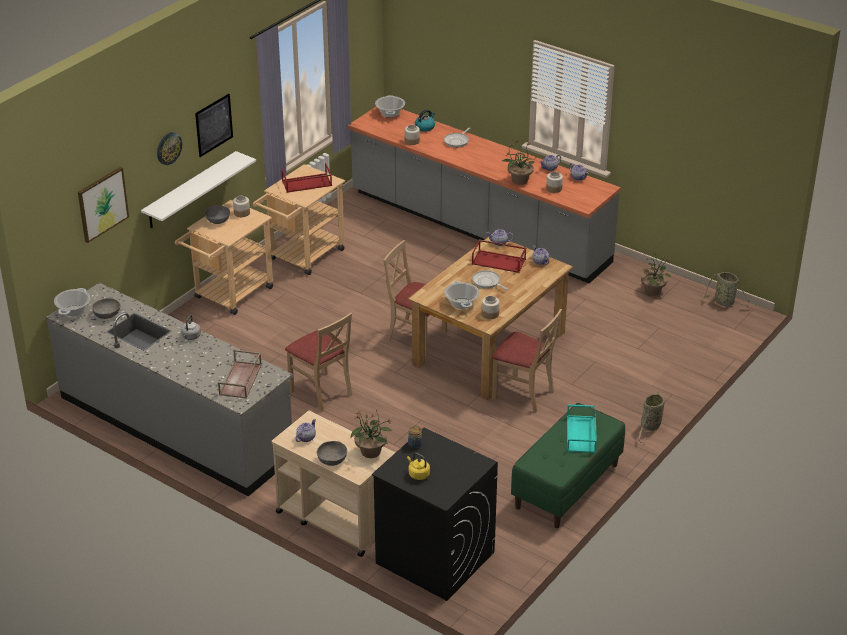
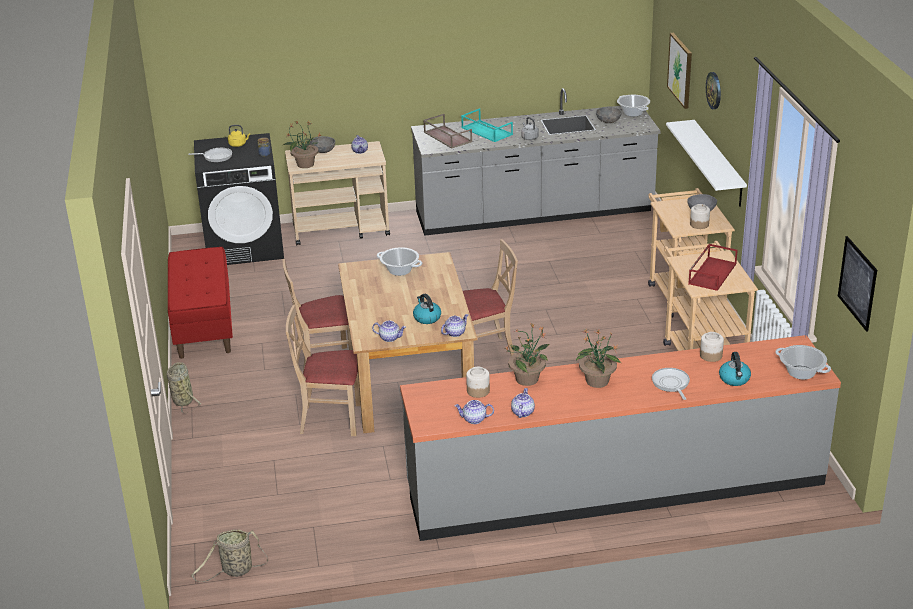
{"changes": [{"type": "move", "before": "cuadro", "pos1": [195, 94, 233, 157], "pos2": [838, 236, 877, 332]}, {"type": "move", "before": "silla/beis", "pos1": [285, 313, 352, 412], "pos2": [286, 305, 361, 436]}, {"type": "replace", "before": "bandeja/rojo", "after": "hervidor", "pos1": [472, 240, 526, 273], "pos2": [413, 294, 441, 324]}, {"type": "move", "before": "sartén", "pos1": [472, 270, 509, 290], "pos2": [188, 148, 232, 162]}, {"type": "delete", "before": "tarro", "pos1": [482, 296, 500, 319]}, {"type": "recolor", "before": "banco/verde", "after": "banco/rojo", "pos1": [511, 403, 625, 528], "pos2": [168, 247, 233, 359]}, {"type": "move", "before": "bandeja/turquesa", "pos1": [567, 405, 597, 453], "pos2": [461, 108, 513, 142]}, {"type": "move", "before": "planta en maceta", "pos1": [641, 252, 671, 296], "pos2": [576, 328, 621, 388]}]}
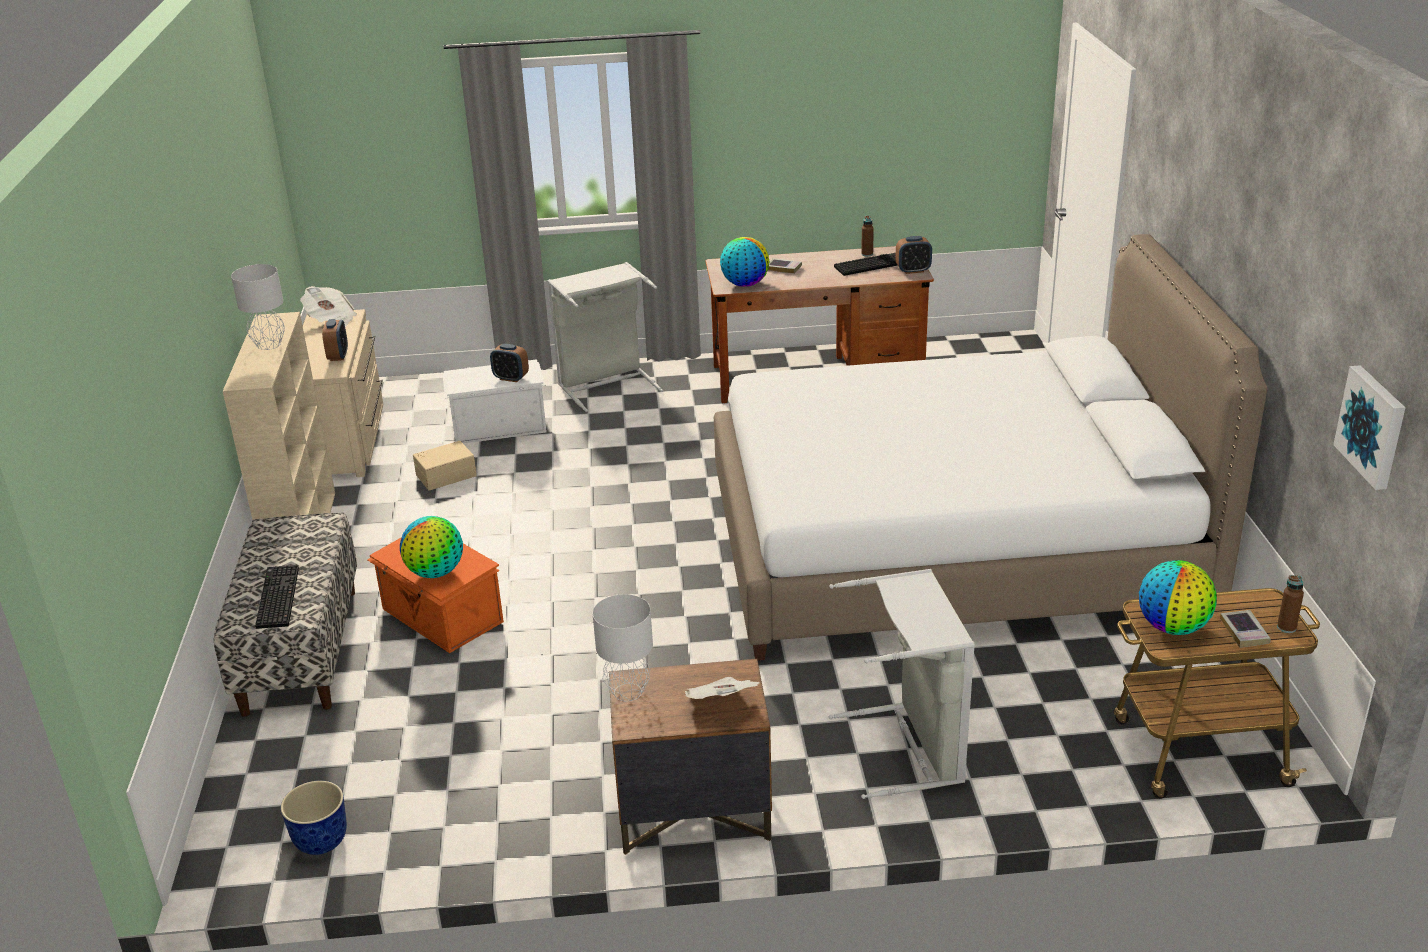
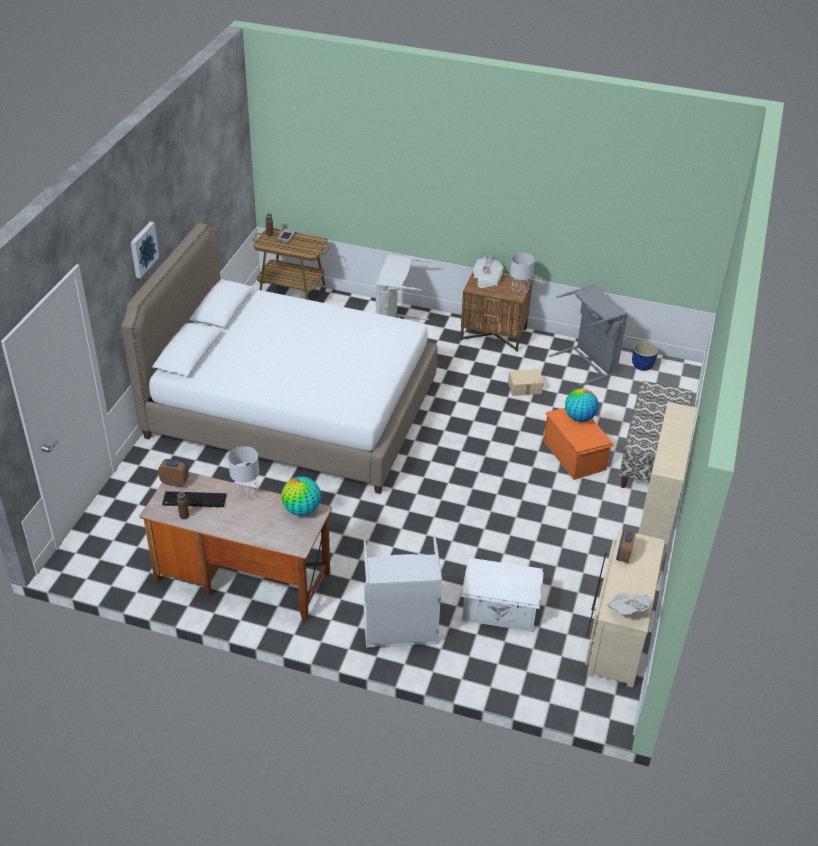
{"changes": [{"type": "move", "before": "lámpara de mesa/gris", "pos1": [231, 264, 285, 350], "pos2": [228, 446, 259, 499]}, {"type": "delete", "before": "teclado", "pos1": [255, 565, 299, 629]}, {"type": "move", "before": "caja de almacenaje/beis", "pos1": [413, 441, 477, 490], "pos2": [508, 369, 544, 396]}, {"type": "delete", "before": "despertador", "pos1": [490, 344, 529, 382]}, {"type": "delete", "before": "libro", "pos1": [768, 258, 802, 274]}, {"type": "delete", "before": "globo terráqueo", "pos1": [1139, 560, 1217, 635]}, {"type": "move", "before": "cuadro", "pos1": [1333, 365, 1405, 490], "pos2": [131, 222, 159, 278]}, {"type": "insert", "after": "cesto de la ropa/gris", "pos2": [549, 284, 628, 386]}]}
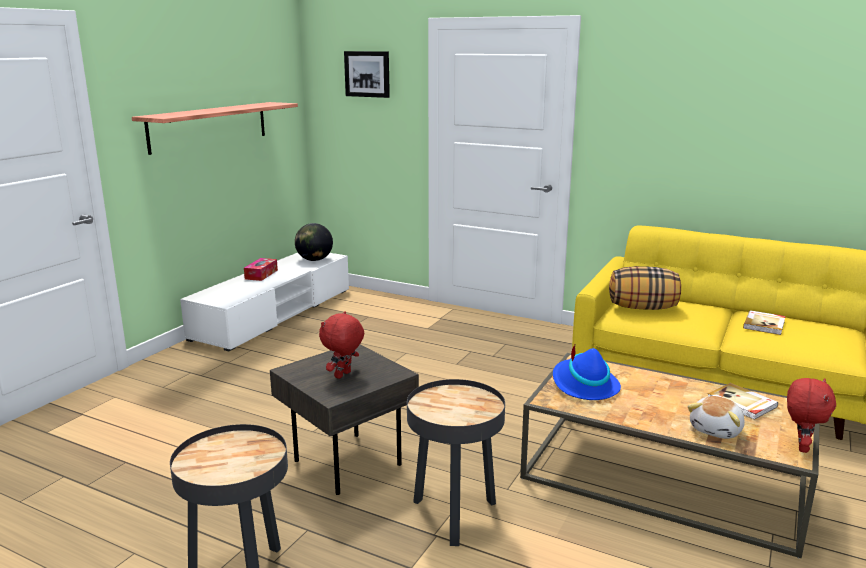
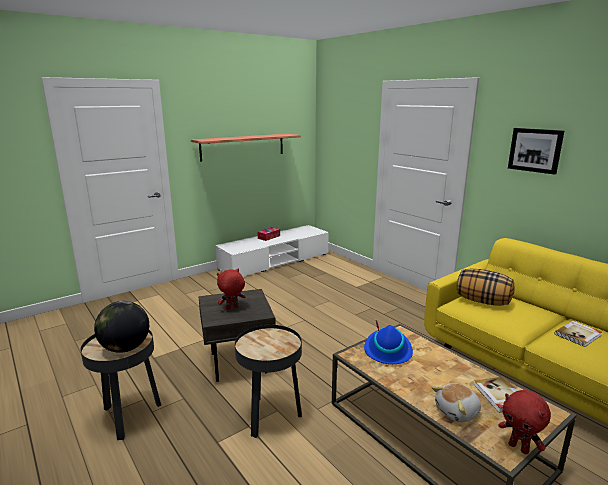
{"changes": [{"type": "move", "before": "globo terráqueo", "pos1": [295, 223, 333, 261], "pos2": [94, 301, 149, 353]}, {"type": "move", "before": "cuadro", "pos1": [344, 51, 390, 98], "pos2": [508, 128, 564, 175]}, {"type": "rotate", "before": "peluche/rojo", "pos1": [787, 378, 836, 453], "pos2": [498, 390, 551, 455], "turn": 90}]}
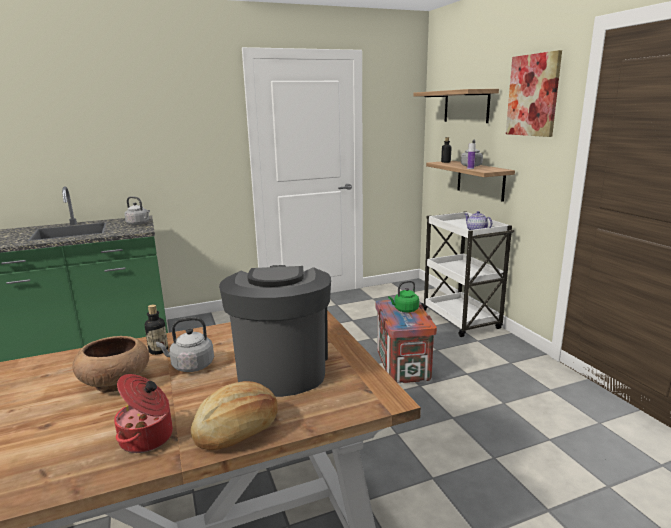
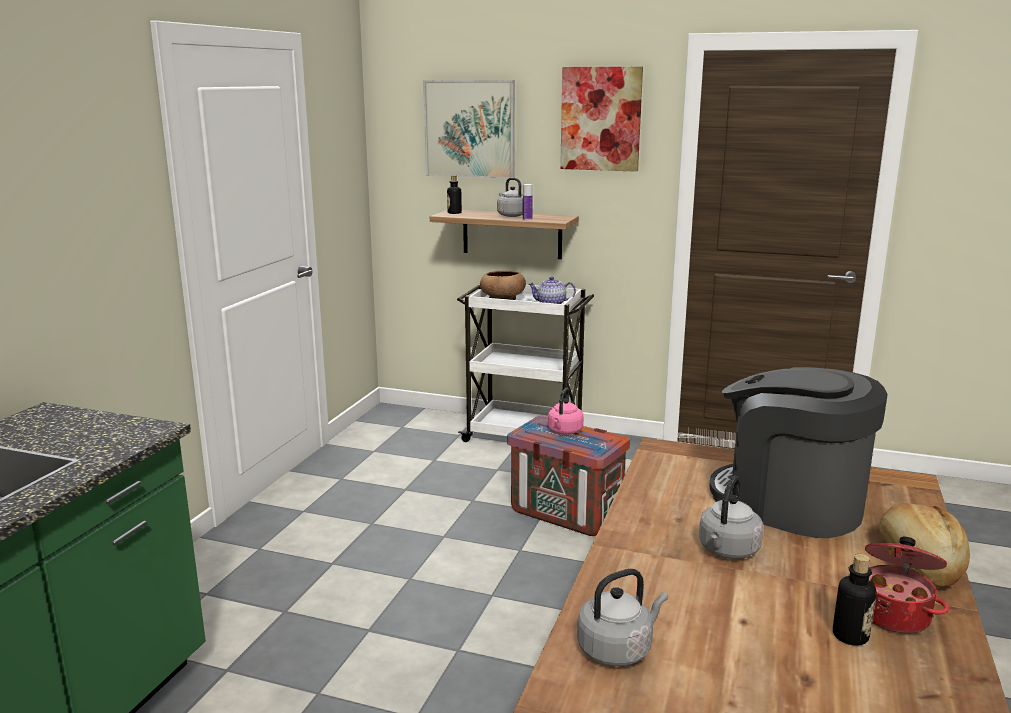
{"changes": [{"type": "move", "before": "cuenco/marrón", "pos1": [72, 336, 149, 392], "pos2": [480, 271, 526, 300]}, {"type": "move", "before": "hervidor/gris", "pos1": [124, 196, 150, 225], "pos2": [577, 569, 668, 666]}, {"type": "move", "before": "botella", "pos1": [145, 304, 168, 355], "pos2": [833, 554, 877, 646]}, {"type": "recolor", "before": "hervidor/verde", "after": "hervidor/rosa", "pos1": [388, 281, 419, 312], "pos2": [548, 388, 584, 435]}, {"type": "replace", "before": "estante", "after": "cuadro", "pos1": [413, 89, 499, 123], "pos2": [423, 80, 515, 179]}]}
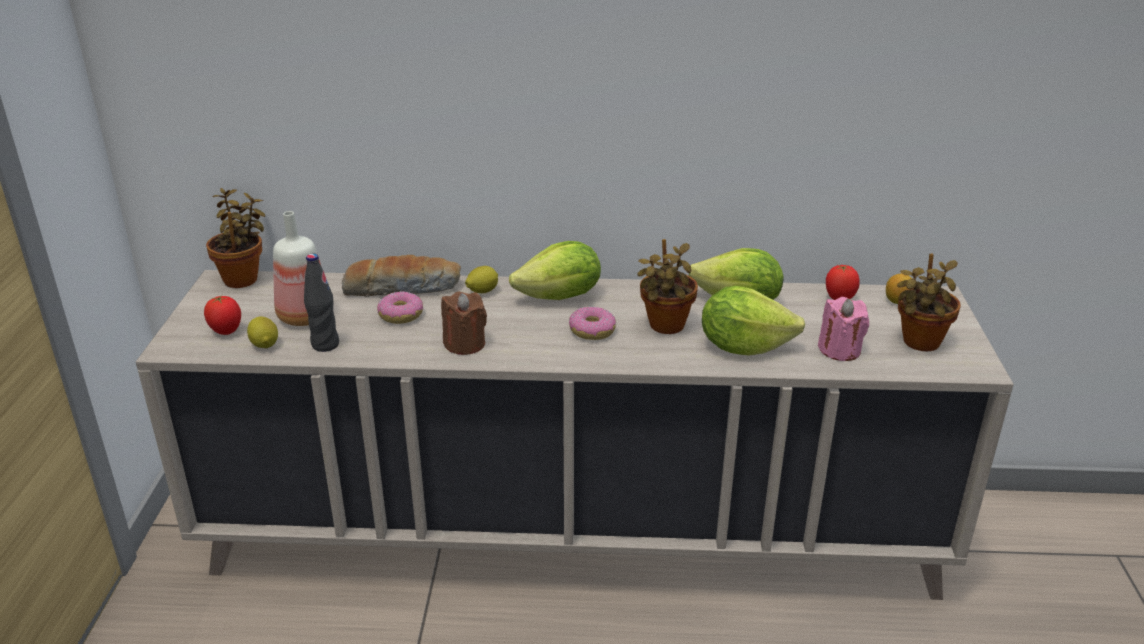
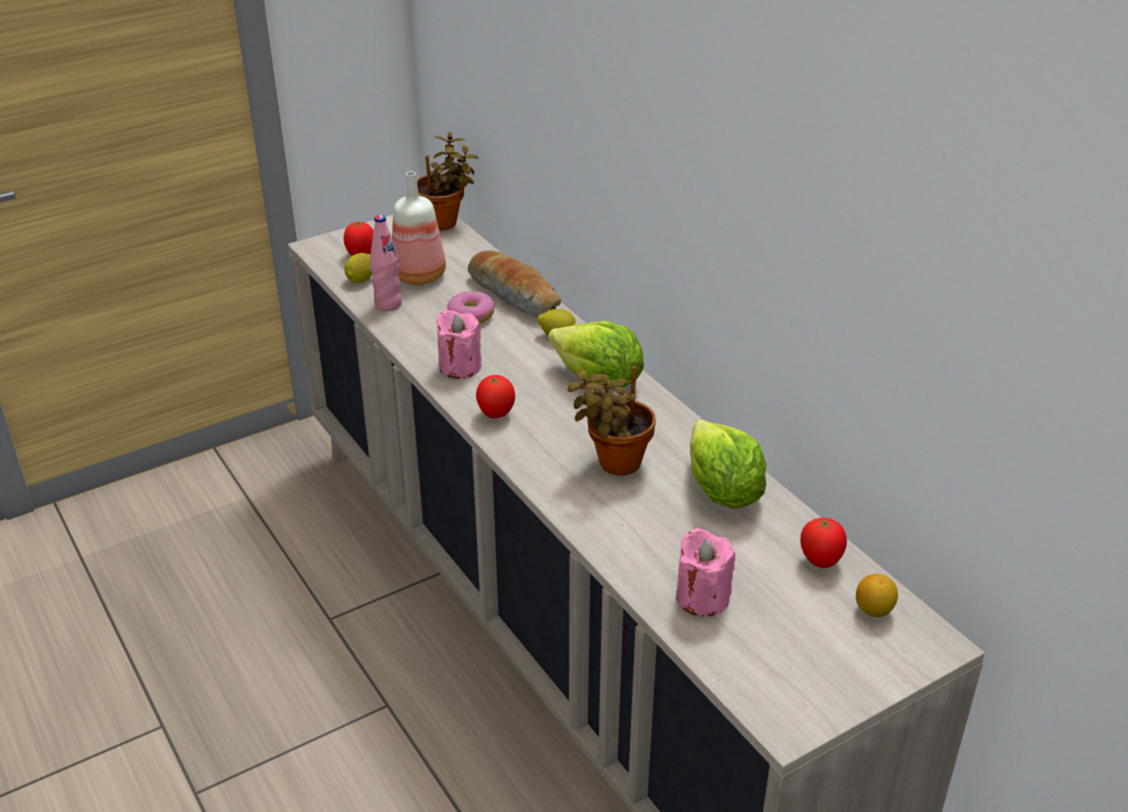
{"changes": [{"type": "recolor", "before": "botella/negro", "after": "botella/rosa", "pos1": [304, 254, 339, 352], "pos2": [370, 215, 402, 311]}, {"type": "recolor", "before": "vela/marrón", "after": "vela/rosa", "pos1": [441, 292, 487, 355], "pos2": [436, 310, 482, 379]}, {"type": "delete", "before": "rosquilla", "pos1": [569, 307, 616, 340]}, {"type": "delete", "before": "lechuga", "pos1": [702, 286, 805, 356]}, {"type": "delete", "before": "planta en maceta", "pos1": [897, 253, 961, 351]}, {"type": "insert", "after": "tomate", "pos2": [476, 375, 515, 418]}]}
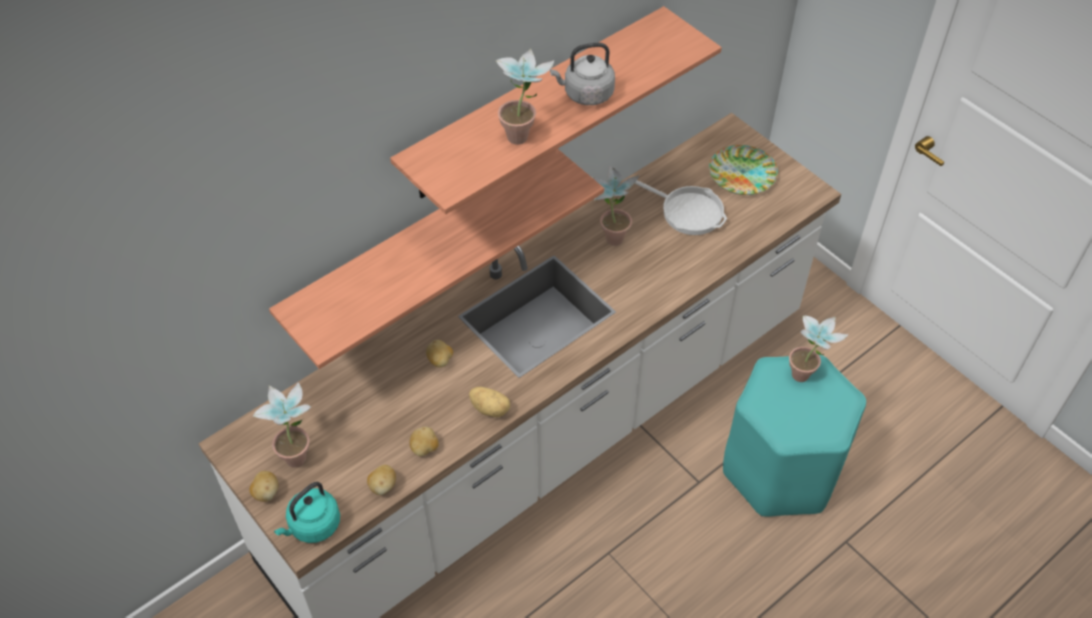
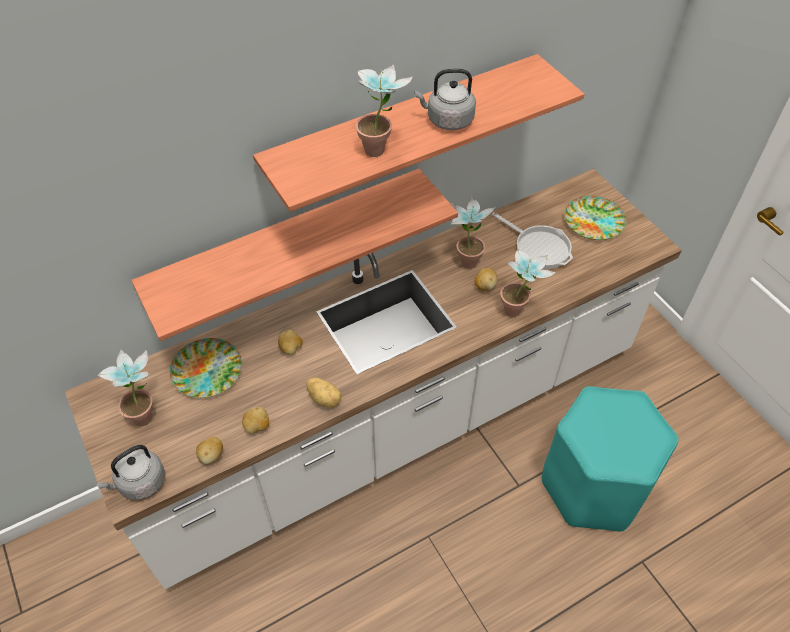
{"changes": [{"type": "move", "before": "patata", "pos1": [249, 471, 279, 502], "pos2": [475, 268, 498, 291]}, {"type": "recolor", "before": "hervidor/turquesa", "after": "hervidor/gris", "pos1": [274, 482, 340, 543], "pos2": [96, 445, 165, 500]}, {"type": "move", "before": "planta en maceta", "pos1": [789, 316, 848, 382], "pos2": [500, 250, 556, 317]}, {"type": "insert", "after": "plato", "pos2": [169, 338, 242, 398]}]}
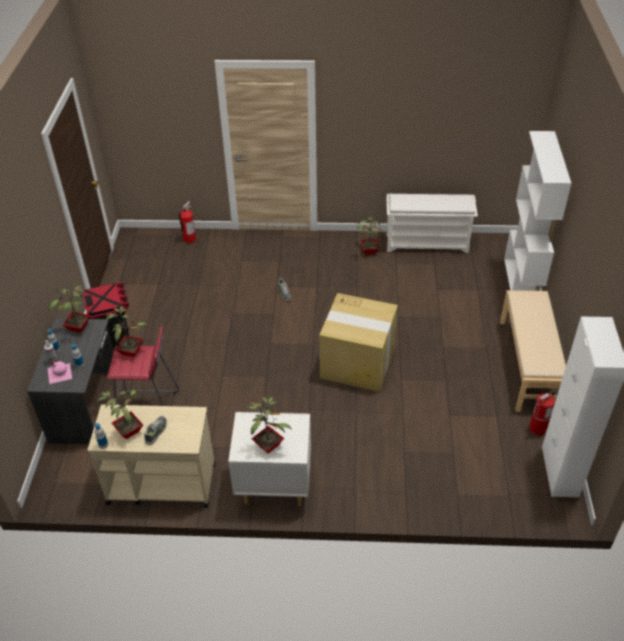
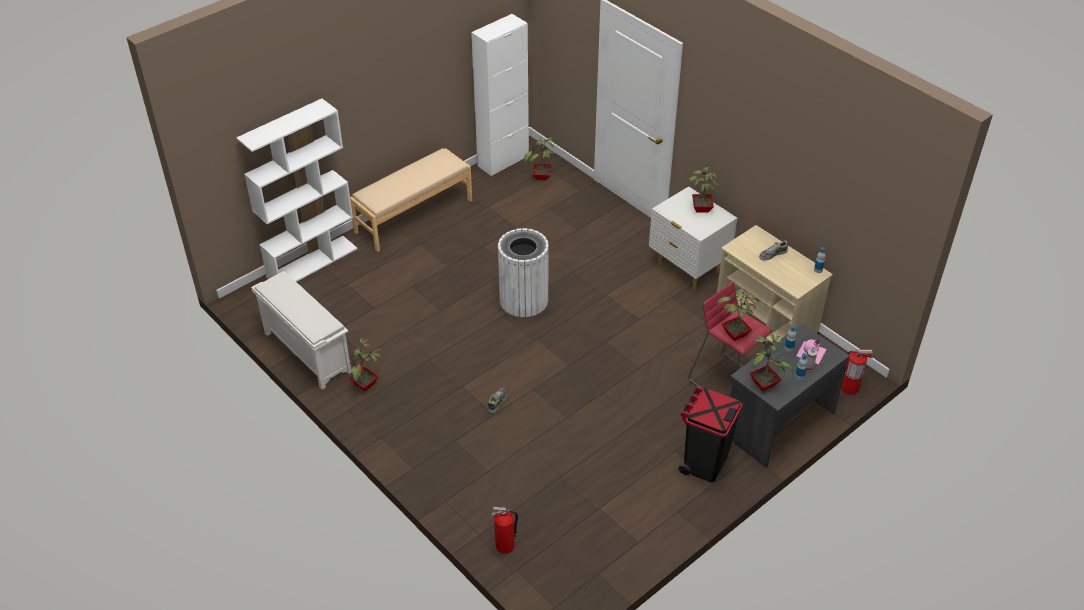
{"changes": [{"type": "move", "before": "planta en maceta", "pos1": [96, 386, 143, 439], "pos2": [524, 137, 556, 180]}, {"type": "replace", "before": "caja de cartón", "after": "papelera/blanco", "pos1": [319, 293, 398, 392], "pos2": [497, 228, 549, 317]}, {"type": "move", "before": "extintor", "pos1": [529, 391, 555, 435], "pos2": [841, 350, 873, 395]}]}
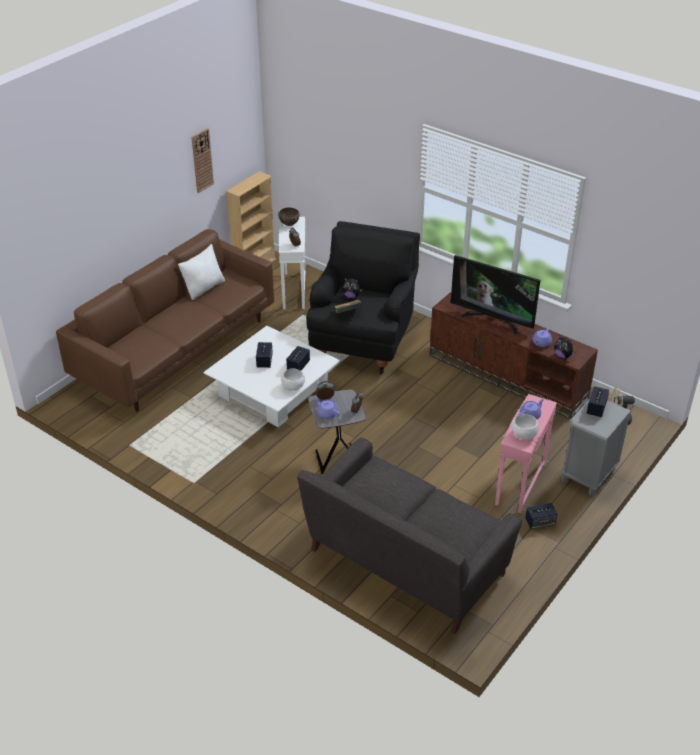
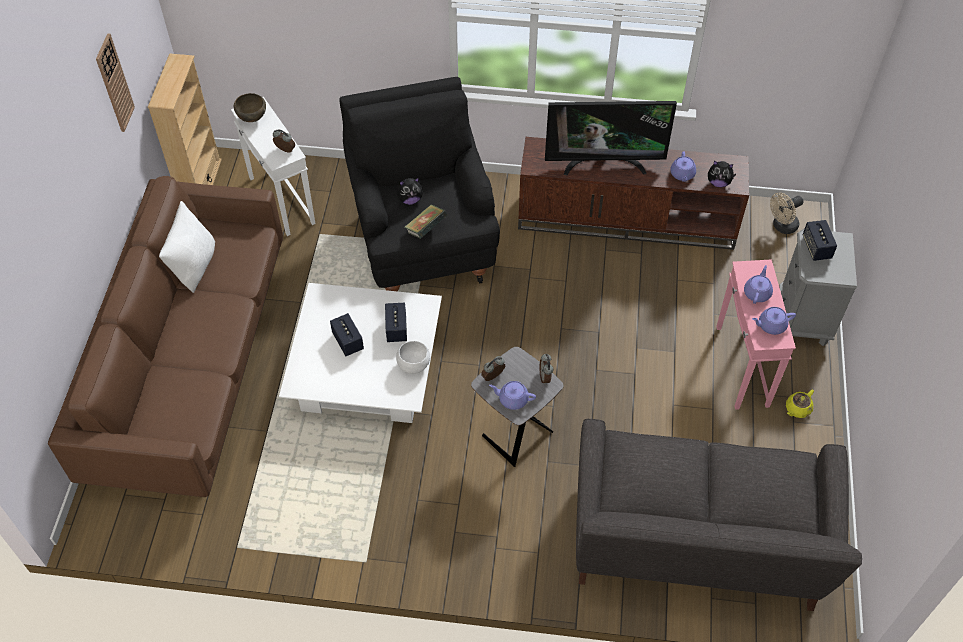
{"changes": [{"type": "replace", "before": "cuenco/blanco", "after": "tetera/morado", "pos1": [512, 414, 539, 440], "pos2": [752, 307, 796, 335]}, {"type": "replace", "before": "altavoz", "after": "tetera/amarillo", "pos1": [525, 503, 557, 529], "pos2": [786, 390, 814, 418]}]}
